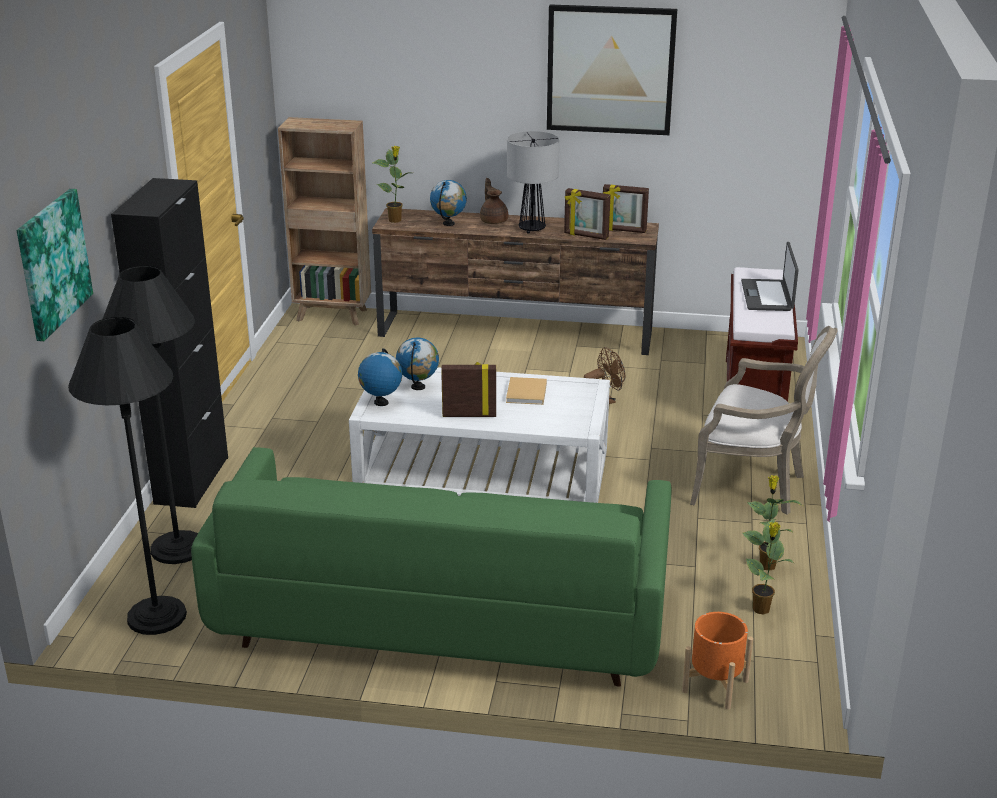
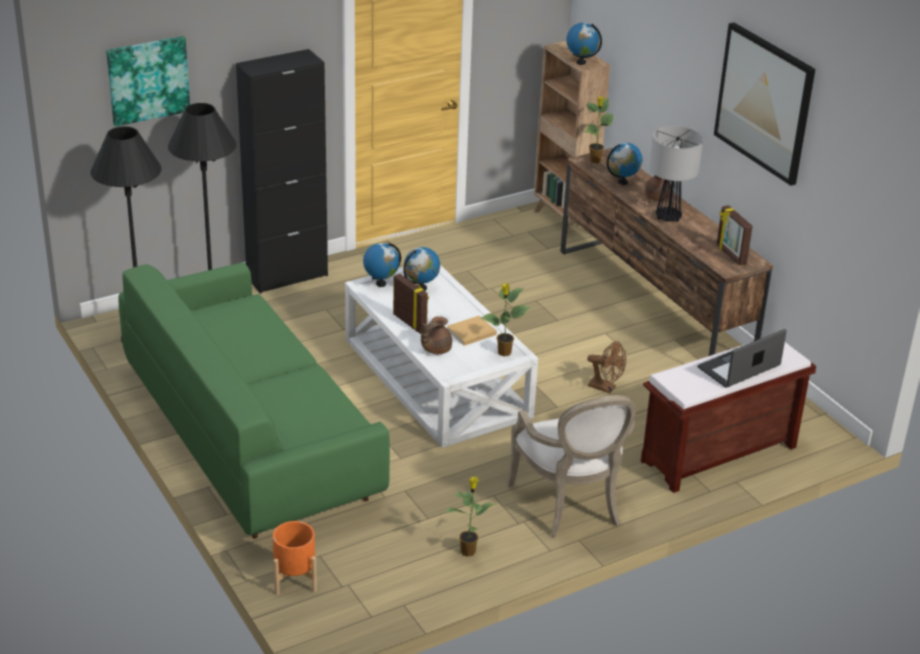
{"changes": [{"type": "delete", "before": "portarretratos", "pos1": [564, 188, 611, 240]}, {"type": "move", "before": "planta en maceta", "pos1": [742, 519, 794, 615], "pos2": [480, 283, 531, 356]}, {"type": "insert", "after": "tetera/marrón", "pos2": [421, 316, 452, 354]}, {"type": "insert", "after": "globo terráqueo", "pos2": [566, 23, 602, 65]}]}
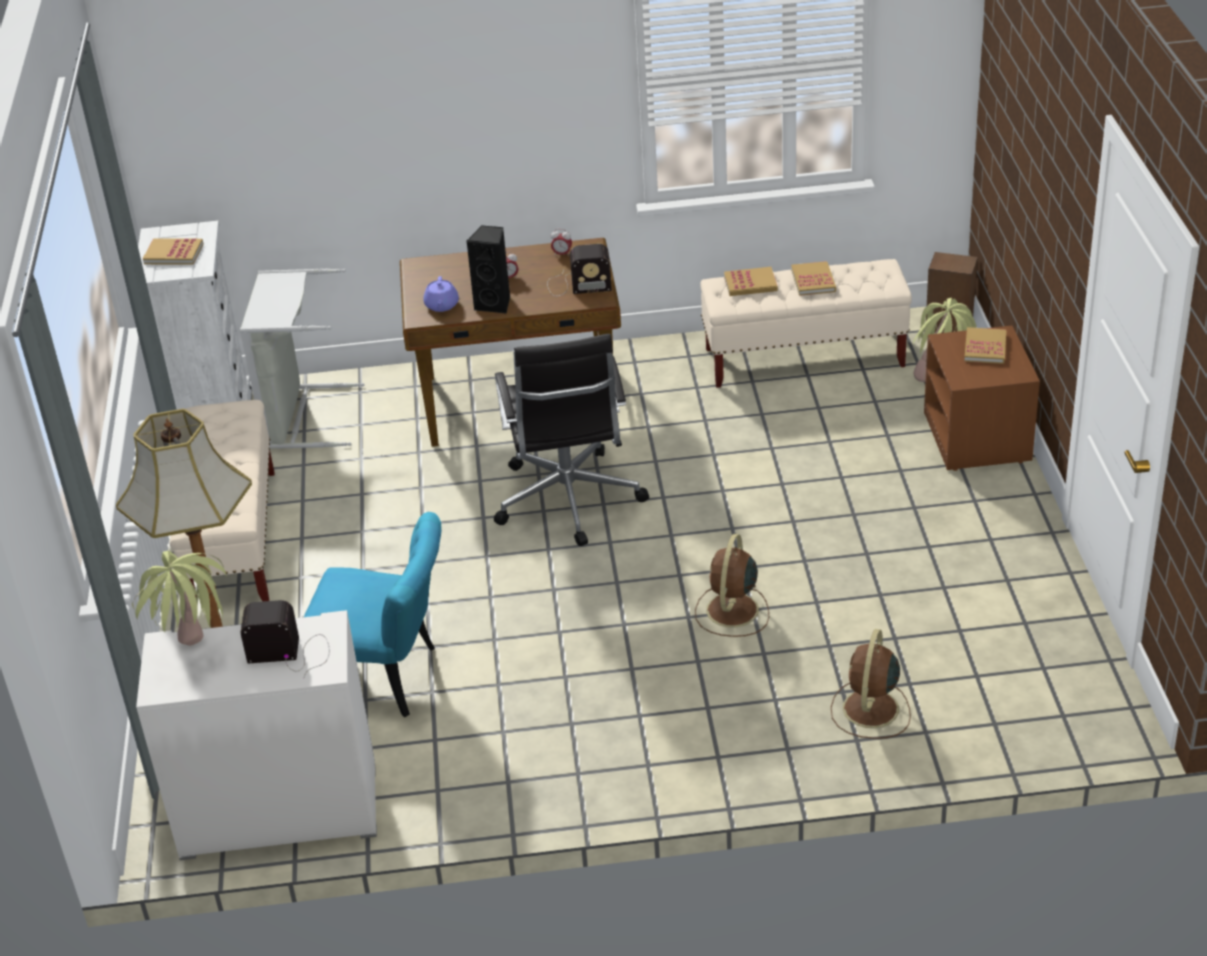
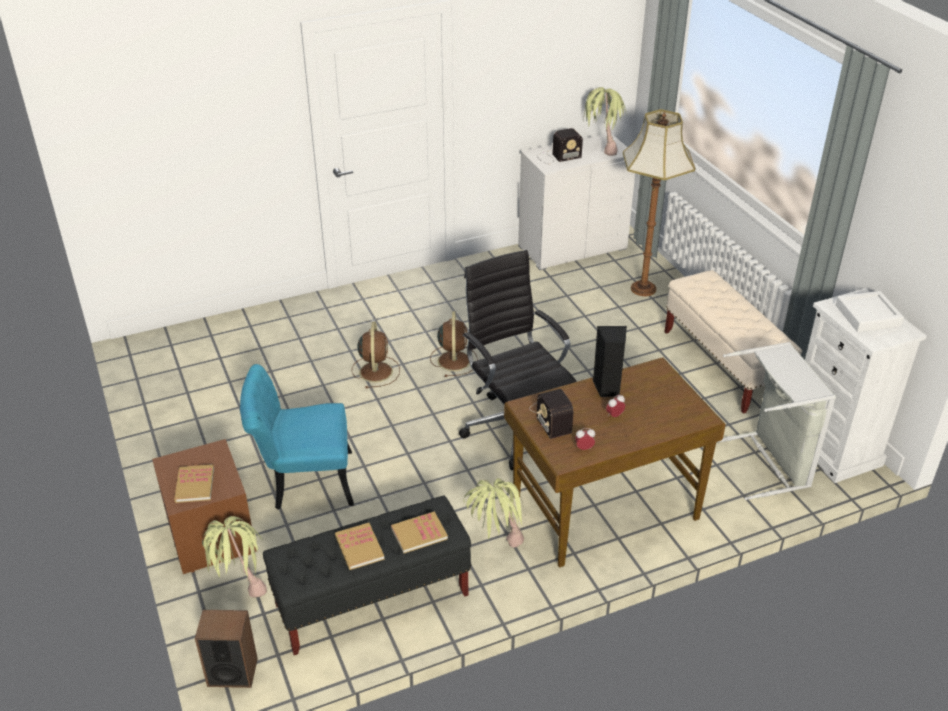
{"changes": [{"type": "replace", "before": "libro", "after": "bandeja/blanco", "pos1": [143, 238, 203, 265], "pos2": [836, 291, 904, 332]}, {"type": "move", "before": "silla/turquesa", "pos1": [304, 512, 442, 717], "pos2": [240, 364, 354, 509]}, {"type": "delete", "before": "tetera/morado", "pos1": [423, 276, 459, 312]}, {"type": "rotate", "before": "radio", "pos1": [547, 244, 612, 296], "pos2": [529, 389, 573, 439], "turn": -90}, {"type": "recolor", "before": "banco/beis", "after": "banco/negro", "pos1": [700, 259, 912, 388], "pos2": [263, 495, 471, 655]}, {"type": "move", "before": "ventilador/marrón", "pos1": [831, 629, 911, 739], "pos2": [430, 311, 478, 377]}, {"type": "insert", "after": "planta en maceta", "pos2": [463, 478, 525, 548]}]}
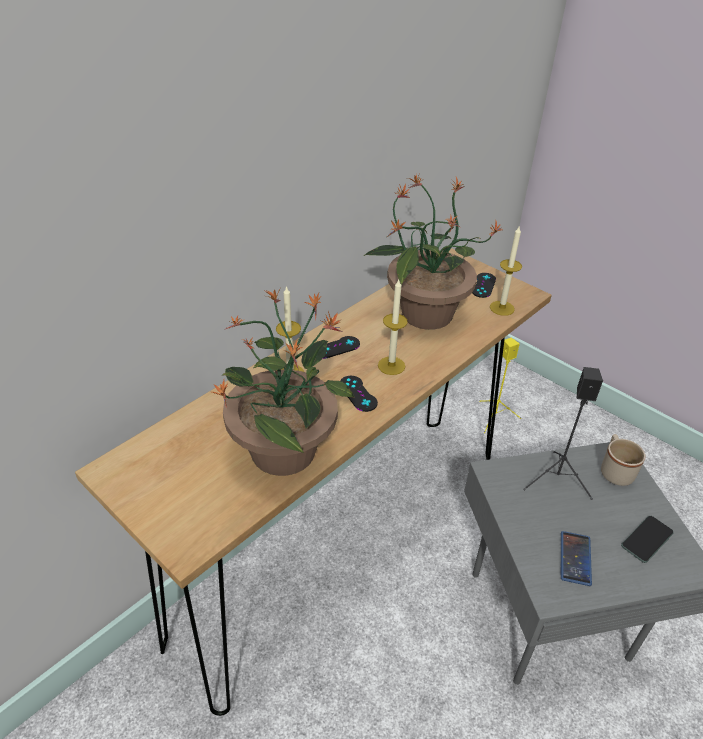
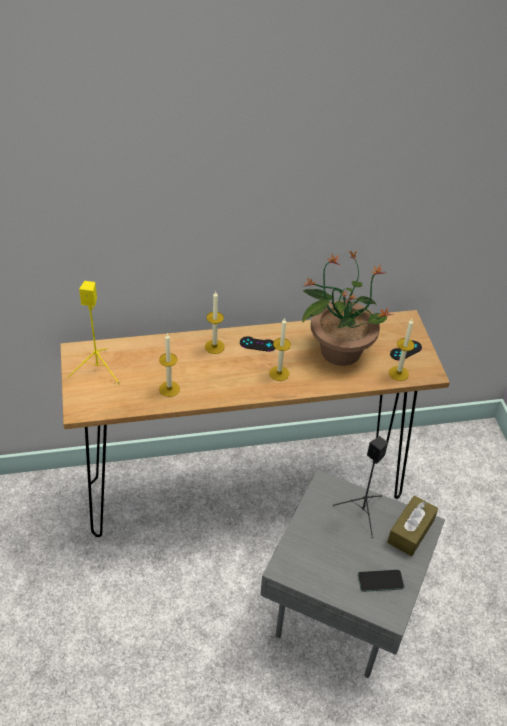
{"changes": [{"type": "replace", "before": "planta en maceta", "after": "vela", "pos1": [212, 289, 355, 476], "pos2": [159, 334, 180, 397]}, {"type": "delete", "before": "mando de consola/negro", "pos1": [340, 376, 378, 412]}, {"type": "move", "before": "altavoz/amarillo", "pos1": [479, 338, 521, 433], "pos2": [68, 281, 120, 384]}, {"type": "delete", "before": "móvil", "pos1": [561, 531, 592, 586]}, {"type": "replace", "before": "taza grande/beis", "after": "caja de pañuelos/marrón", "pos1": [601, 434, 645, 486], "pos2": [387, 495, 438, 556]}]}
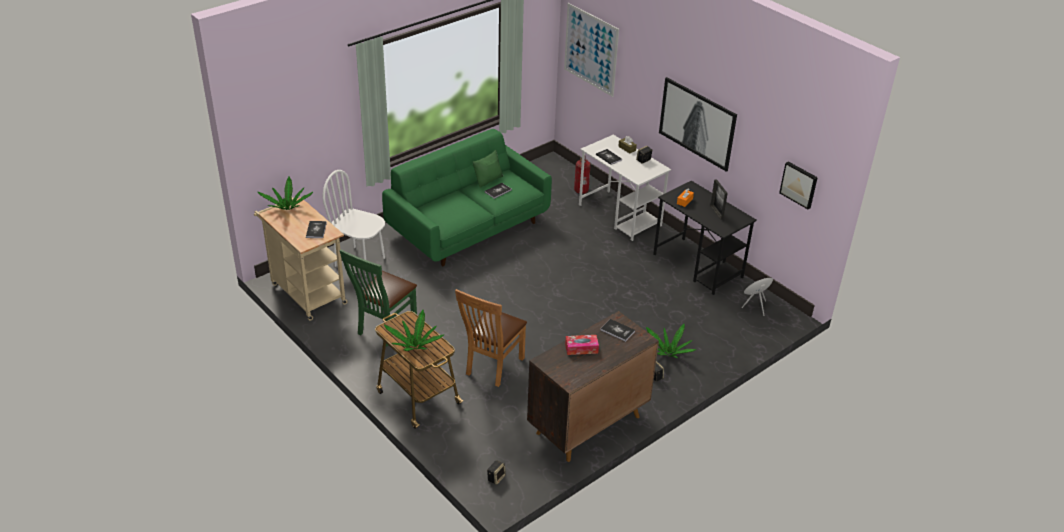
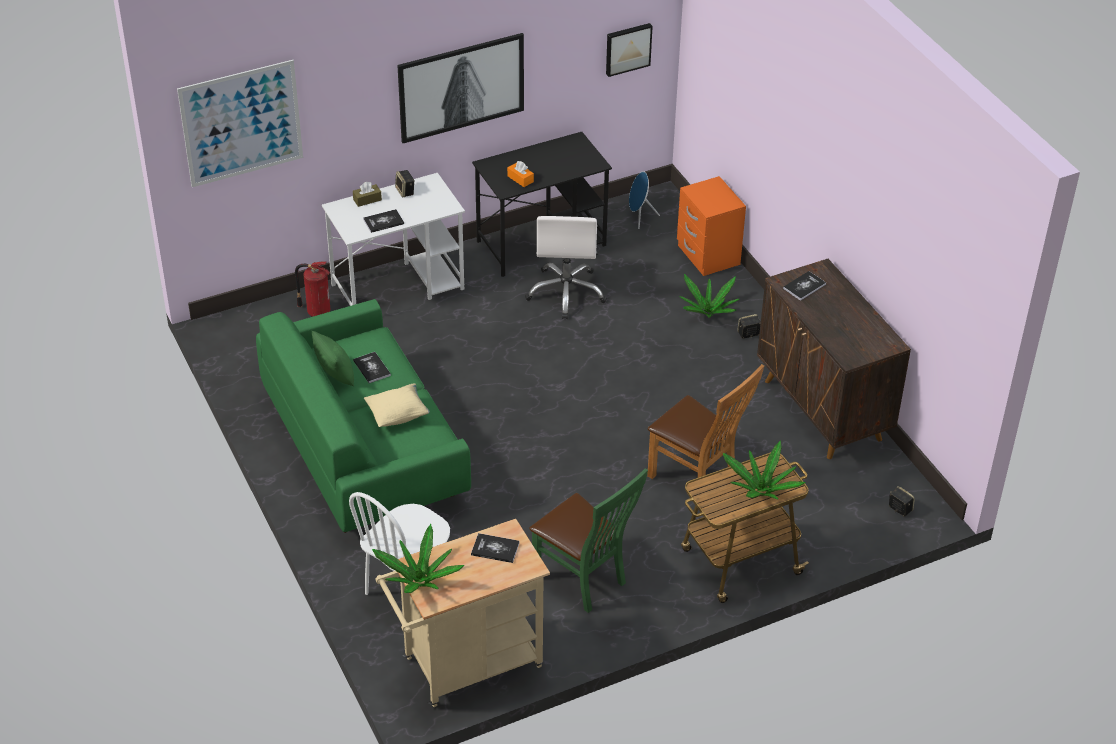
{"changes": [{"type": "delete", "before": "caja de pañuelos", "pos1": [565, 335, 599, 355]}, {"type": "delete", "before": "portarretratos", "pos1": [710, 179, 728, 220]}, {"type": "insert", "after": "cojín/beis", "pos2": [364, 383, 430, 427]}, {"type": "insert", "after": "silla de oficina/blanco", "pos2": [525, 216, 607, 319]}, {"type": "insert", "after": "mesita de noche/naranja", "pos2": [677, 176, 746, 276]}]}
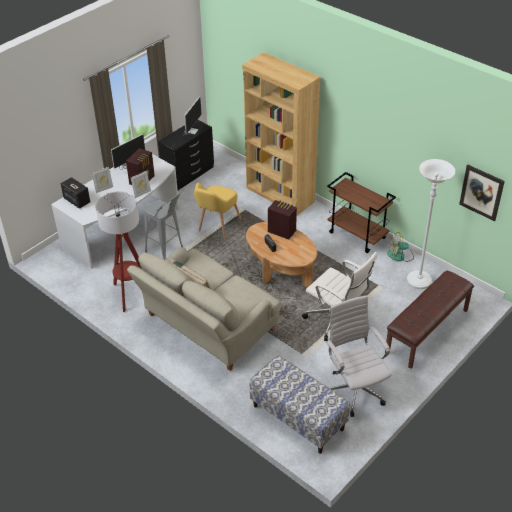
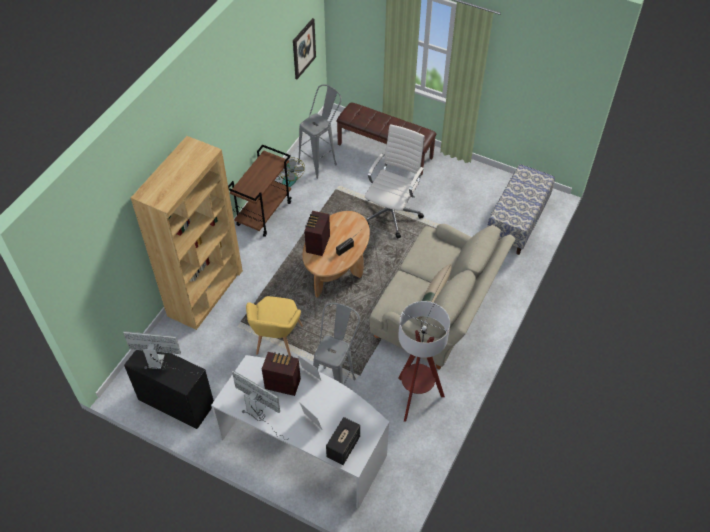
{"changes": [{"type": "rotate", "before": "sillón/amarillo", "pos1": [194, 183, 241, 238], "pos2": [246, 296, 303, 357], "turn": 90}, {"type": "delete", "before": "silla de oficina/blanco", "pos1": [326, 295, 392, 417]}, {"type": "replace", "before": "lámpara de pie/blanco", "after": "taburete/gris", "pos1": [407, 159, 455, 289], "pos2": [298, 84, 342, 179]}]}
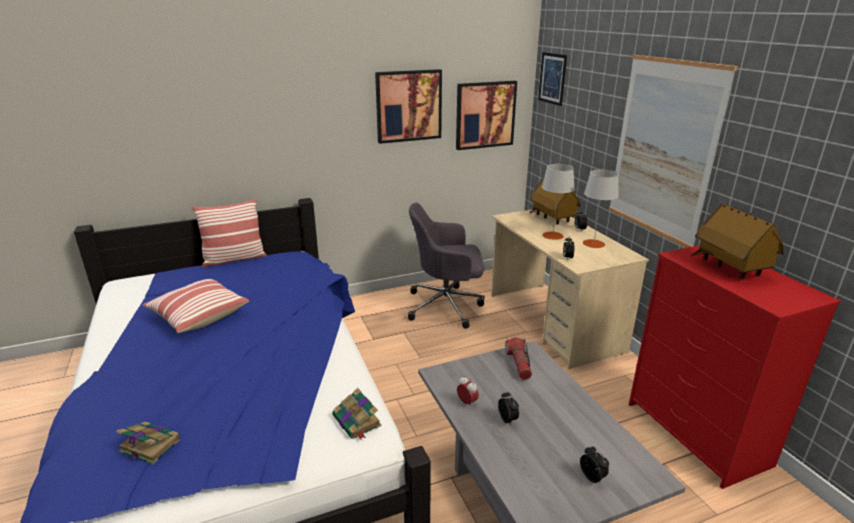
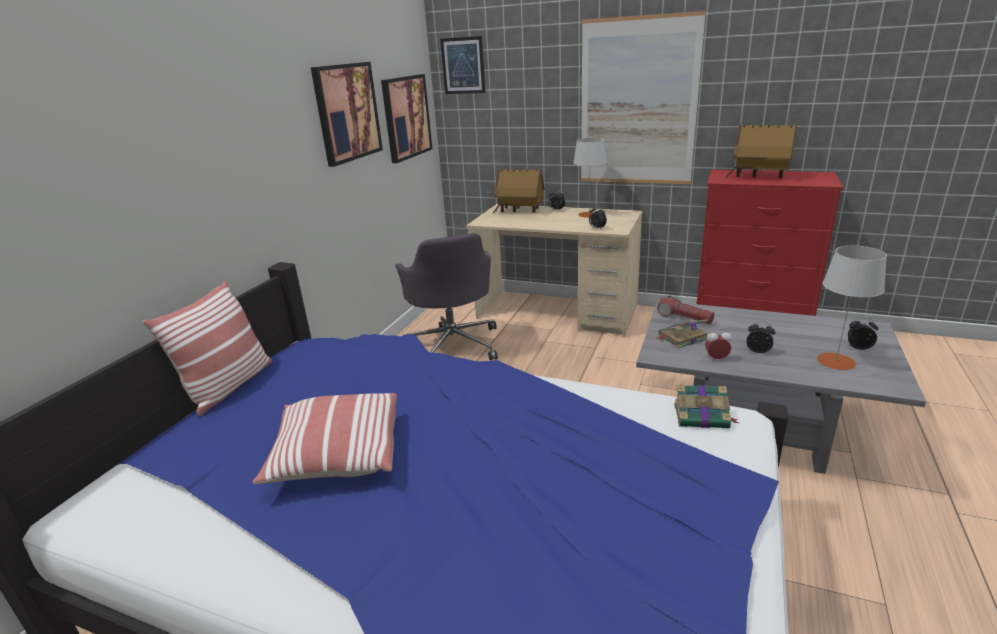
{"changes": [{"type": "move", "before": "libro", "pos1": [116, 422, 180, 465], "pos2": [657, 320, 708, 348]}, {"type": "rotate", "before": "silla de oficina/gris", "pos1": [408, 202, 485, 329], "pos2": [395, 233, 498, 360], "turn": -60}, {"type": "move", "before": "lámpara de mesa/gris", "pos1": [542, 164, 575, 240], "pos2": [817, 245, 887, 370]}]}
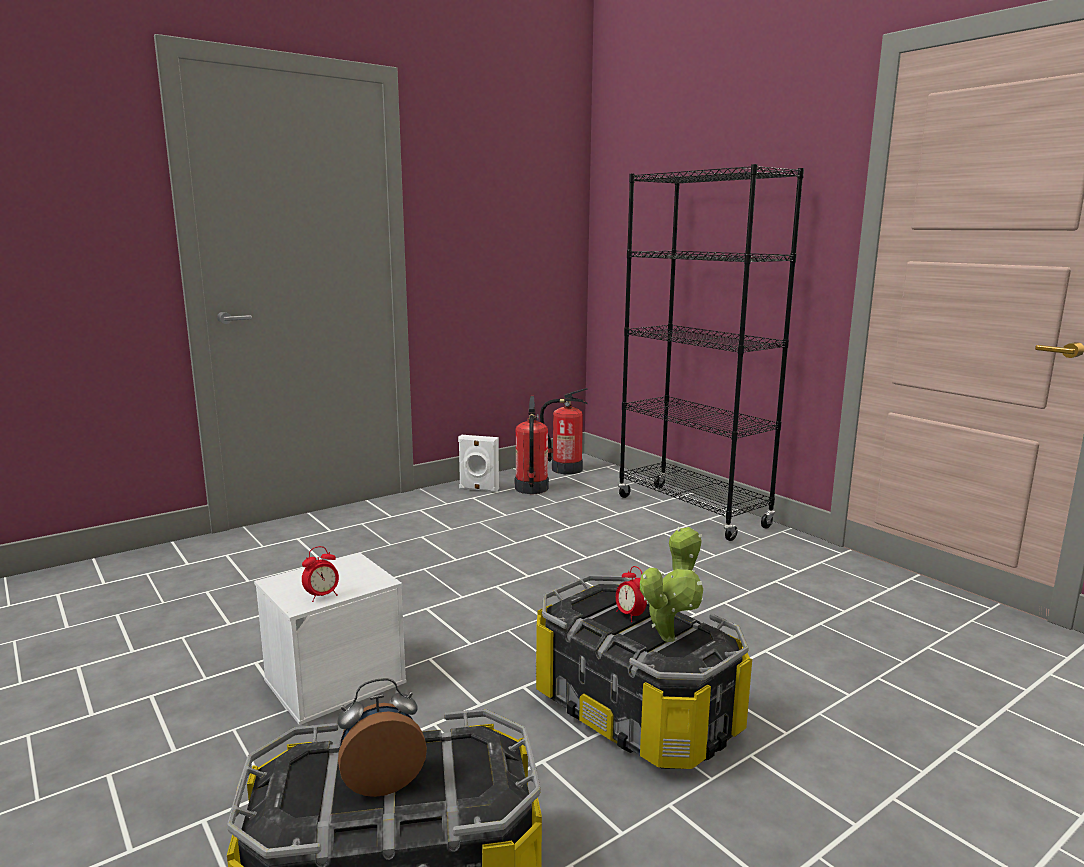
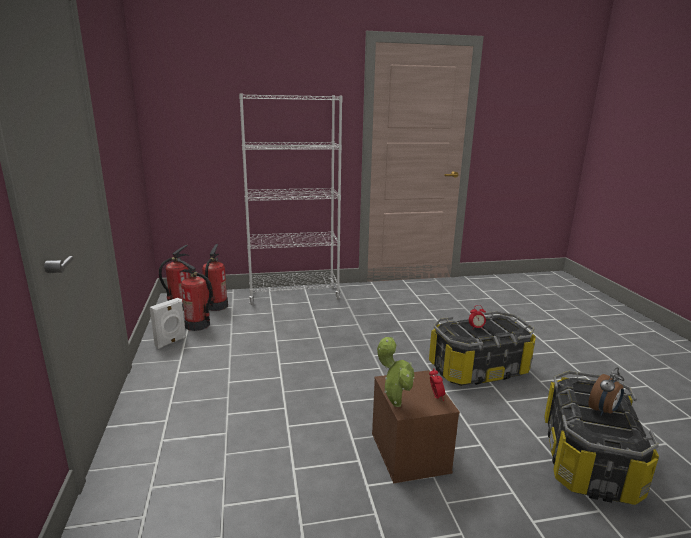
{"changes": [{"type": "recolor", "before": "caja de almacenaje/blanco", "after": "caja de almacenaje/marrón", "pos1": [254, 552, 407, 725], "pos2": [372, 370, 460, 484]}, {"type": "rotate", "before": "despertador", "pos1": [337, 678, 427, 797], "pos2": [589, 367, 624, 416], "turn": -135}, {"type": "recolor", "before": "estantería/negro", "after": "estantería/blanco", "pos1": [618, 164, 804, 541], "pos2": [239, 94, 343, 305]}, {"type": "move", "before": "planta en maceta", "pos1": [640, 527, 703, 642], "pos2": [377, 337, 415, 407]}, {"type": "insert", "after": "extintor", "pos2": [202, 244, 228, 311]}]}
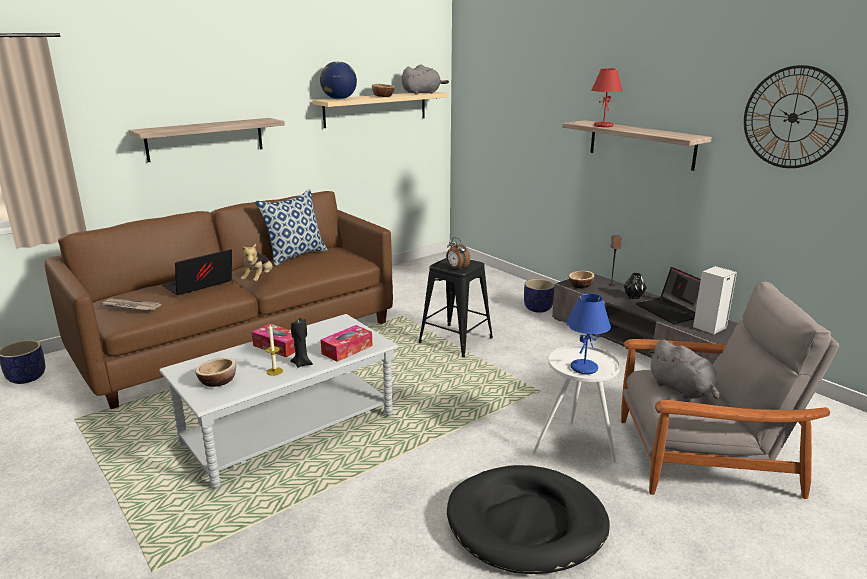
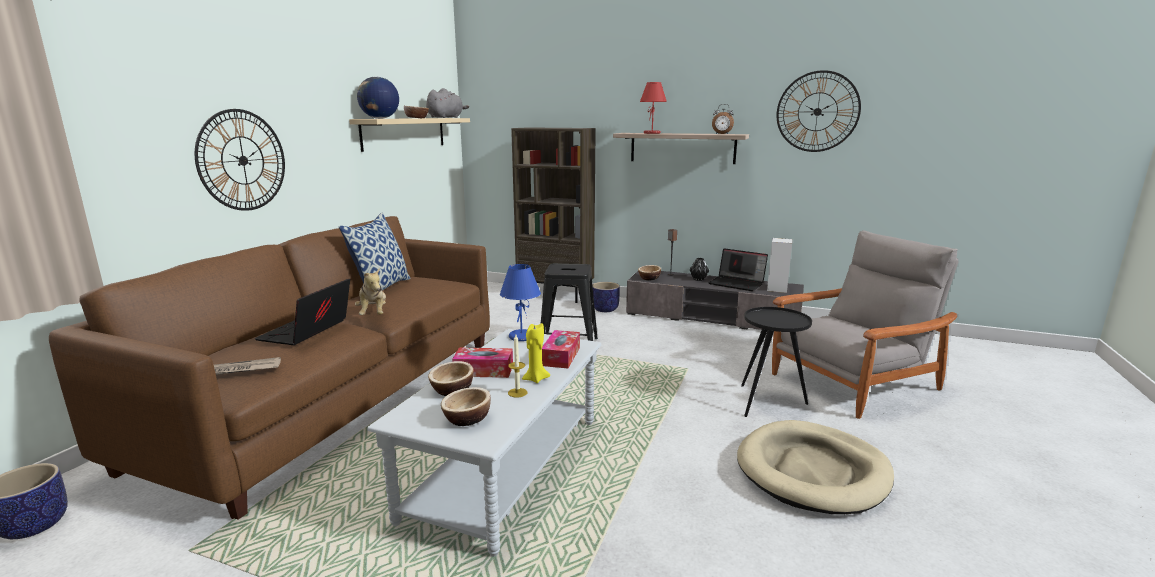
{"changes": [{"type": "replace", "before": "estante", "after": "reloj de pared", "pos1": [129, 118, 285, 162], "pos2": [195, 109, 285, 211]}, {"type": "recolor", "before": "vela/negro", "after": "vela/amarillo", "pos1": [290, 318, 313, 368], "pos2": [522, 323, 550, 383]}, {"type": "move", "before": "despertador", "pos1": [446, 237, 470, 270], "pos2": [712, 104, 734, 134]}, {"type": "recolor", "before": "cama para perro/negro", "after": "cama para perro/beis", "pos1": [447, 465, 610, 574], "pos2": [737, 420, 894, 514]}, {"type": "recolor", "before": "mesa auxiliar/blanco", "after": "mesa auxiliar/negro", "pos1": [533, 345, 620, 463], "pos2": [741, 307, 812, 417]}, {"type": "move", "before": "lámpara de mesa/azul", "pos1": [566, 293, 611, 374], "pos2": [500, 264, 541, 341]}, {"type": "delete", "before": "peluche/gris", "pos1": [648, 340, 719, 399]}, {"type": "insert", "after": "cuenco", "pos2": [428, 361, 474, 396]}, {"type": "insert", "after": "estantería/marrón", "pos2": [511, 127, 596, 303]}]}
